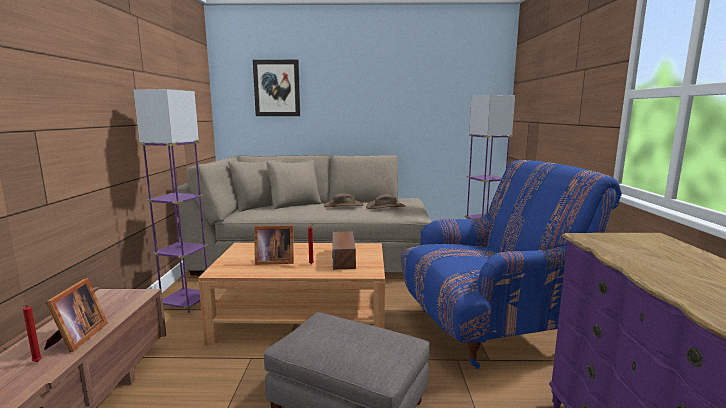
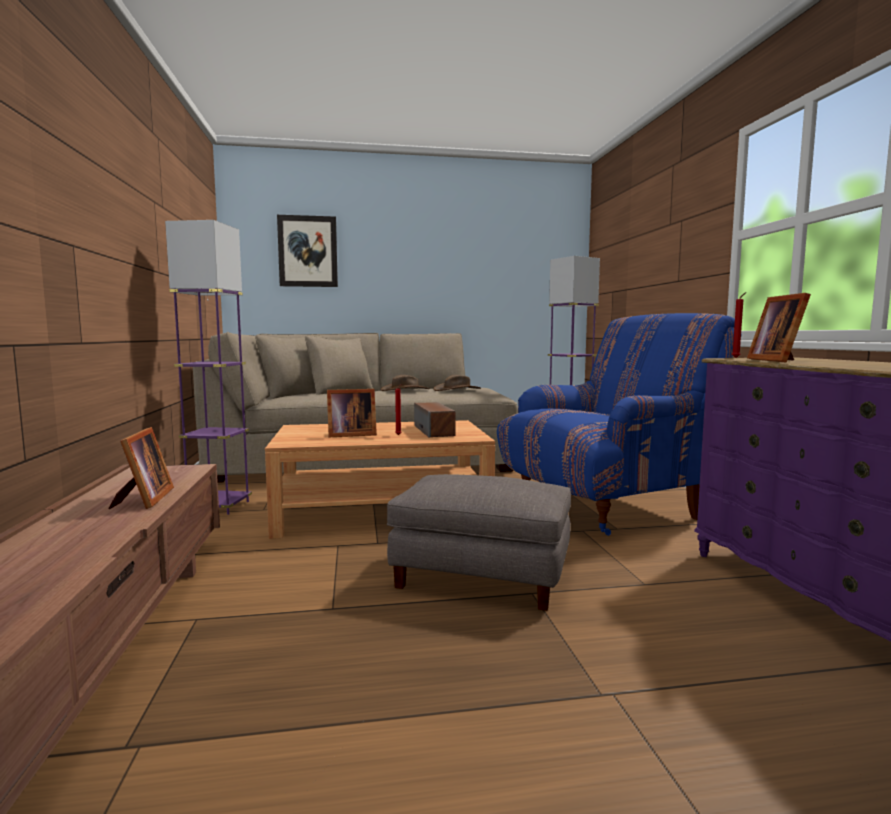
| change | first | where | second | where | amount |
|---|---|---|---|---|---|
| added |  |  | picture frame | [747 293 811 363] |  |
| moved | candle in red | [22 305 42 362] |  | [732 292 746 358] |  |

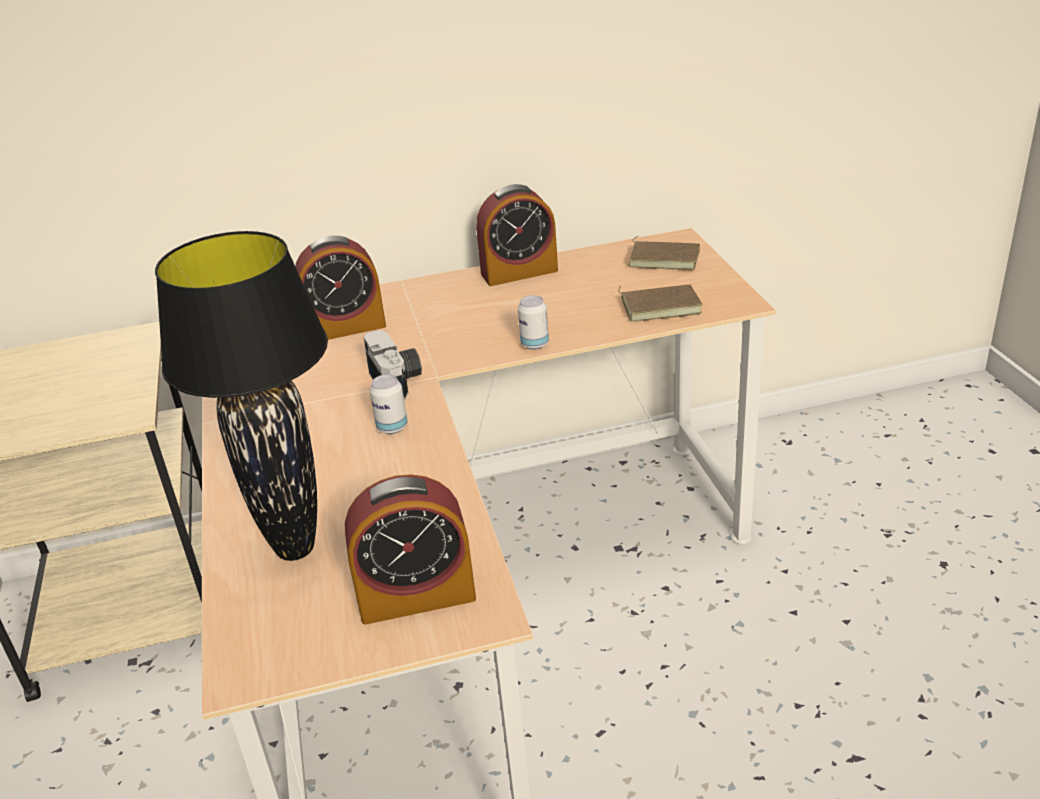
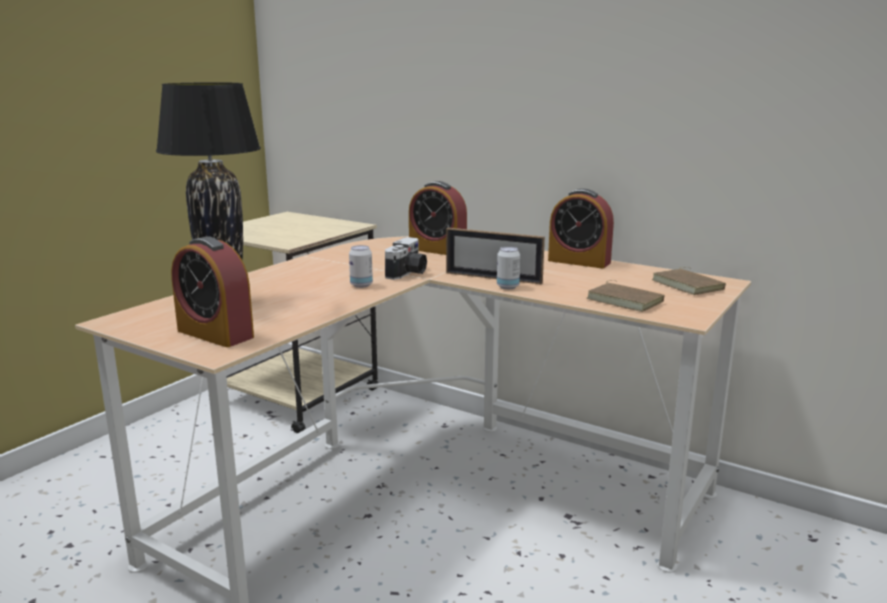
| change | first | where | second | where | amount |
|---|---|---|---|---|---|
| added |  |  | picture frame | [446 228 545 284] |  |

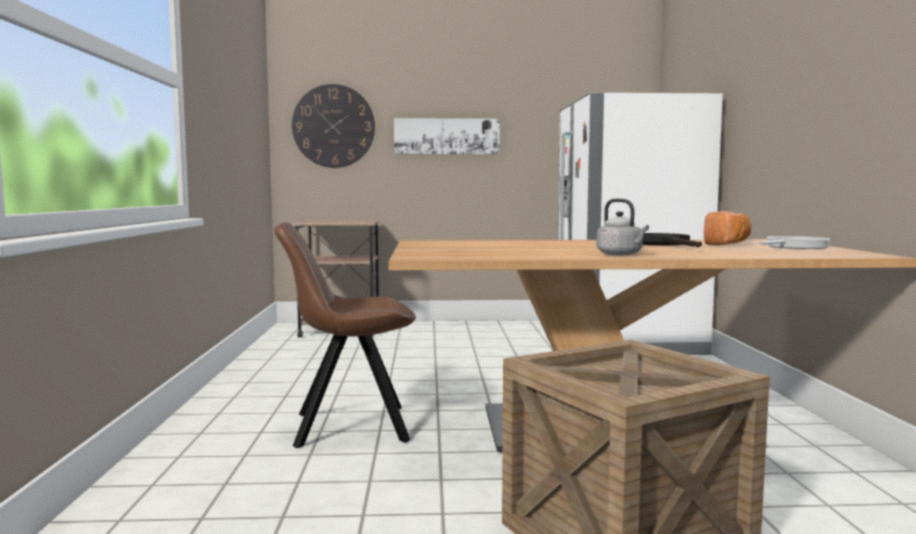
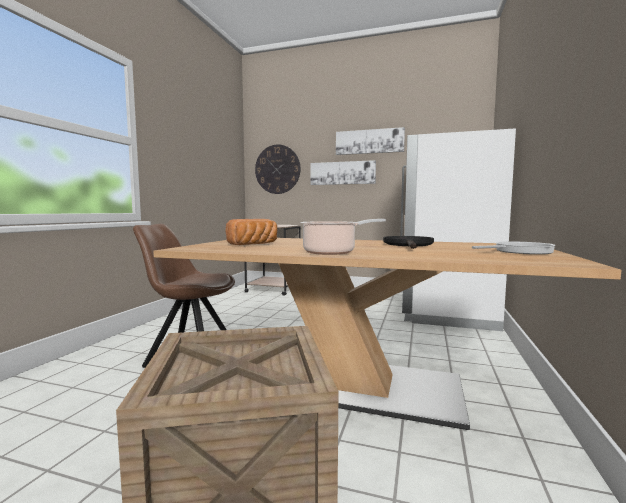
| change | first | where | second | where | amount |
|---|---|---|---|---|---|
| added |  |  | picture | [336 127 405 155] |  |
| moved | bread | [704 211 751 245] |  | [226 219 277 245] |  |
| replaced | kettle in grey | [596 199 649 255] | cooking pot | [301 219 386 255] |  |

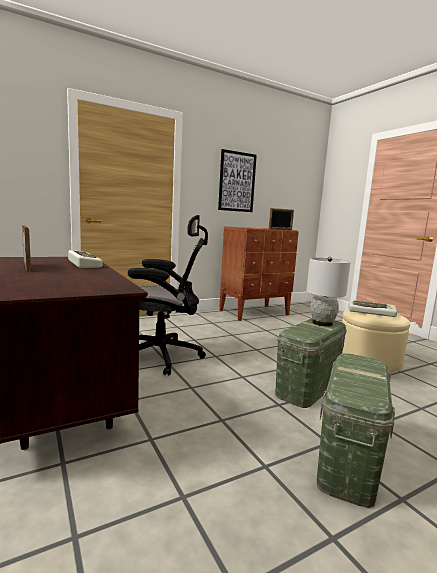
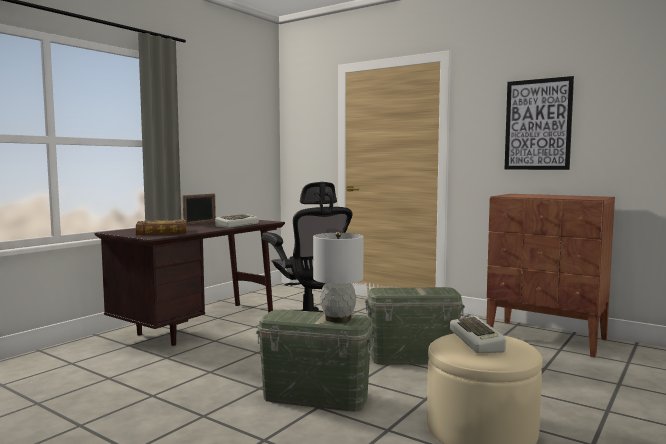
| change | first | where | second | where | amount |
|---|---|---|---|---|---|
| removed | picture frame | [269 208 294 230] |  |  |  |
| added |  |  | book | [136 220 186 235] |  |
| moved | storage box in green | [317 353 395 508] |  | [365 287 465 365] |  |

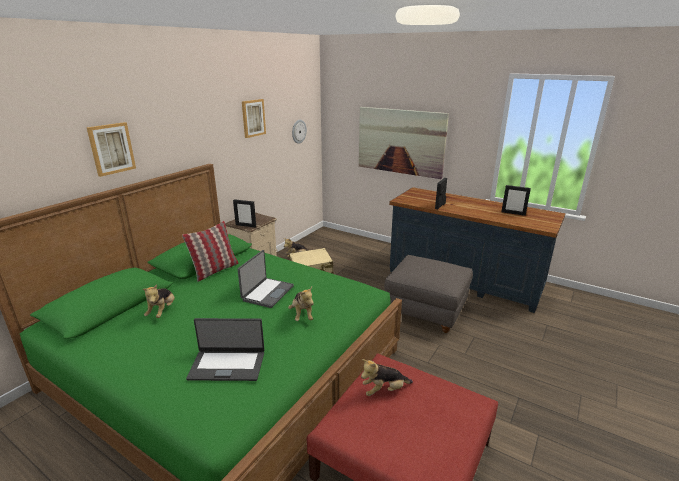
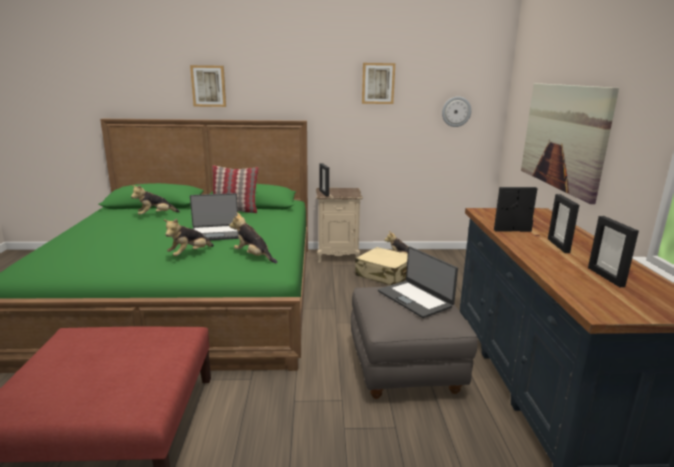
| change | first | where | second | where | amount |
|---|---|---|---|---|---|
| added |  |  | picture frame | [548 194 579 253] |  |
| moved | laptop | [186 318 264 381] |  | [378 246 458 318] |  |
| moved | plush toy | [361 359 413 396] |  | [229 212 277 263] |  |

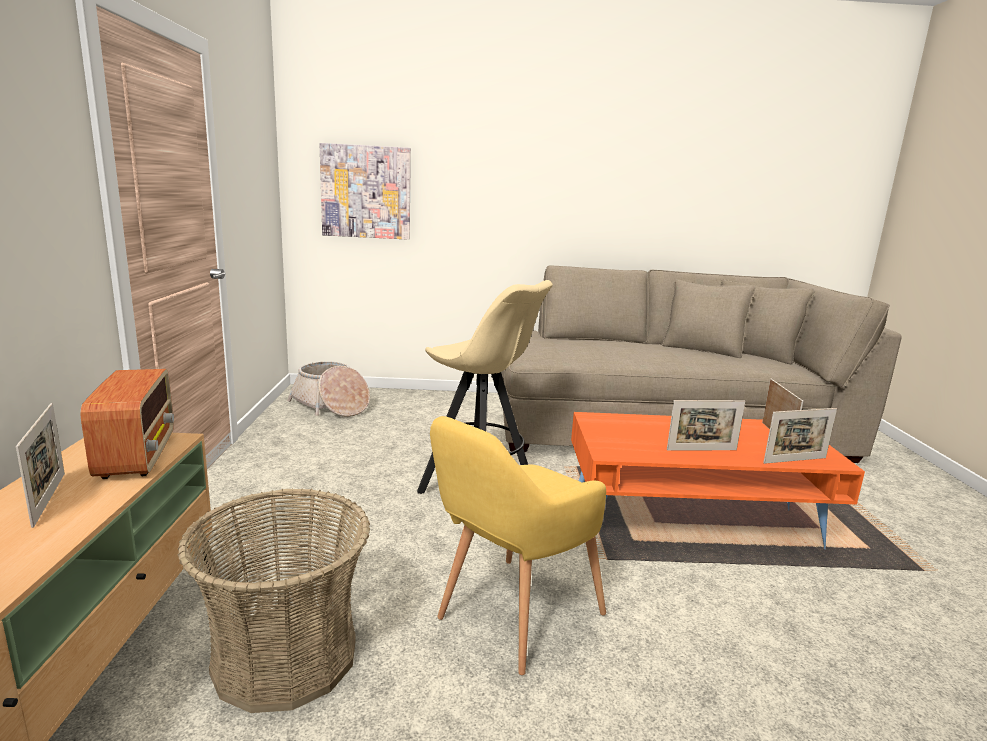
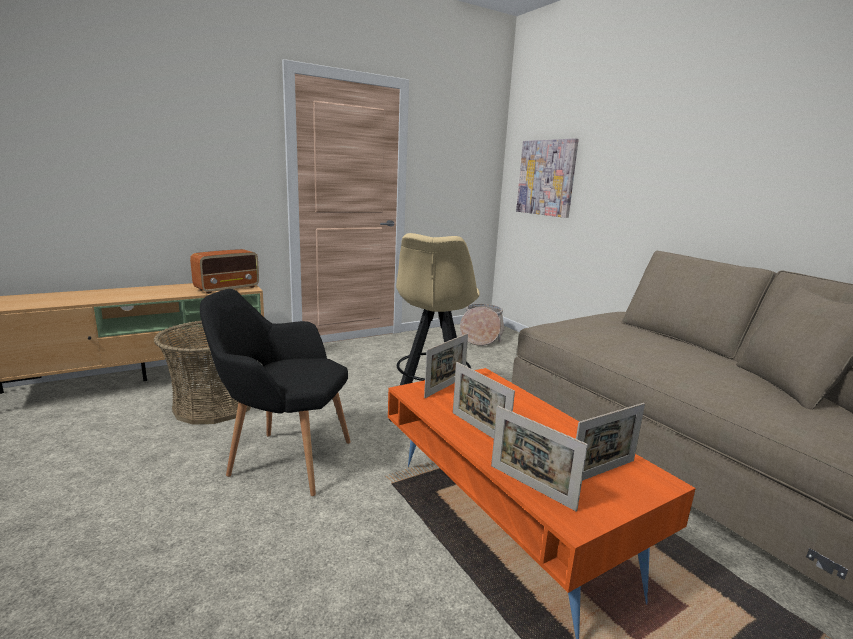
| change | first | where | second | where | amount |
|---|---|---|---|---|---|
| moved | picture frame | [16 403 65 528] |  | [424 333 468 398] |  |
| recoloured | armchair in yellow | [430 416 606 675] | armchair in black | [200 289 351 496] |  |

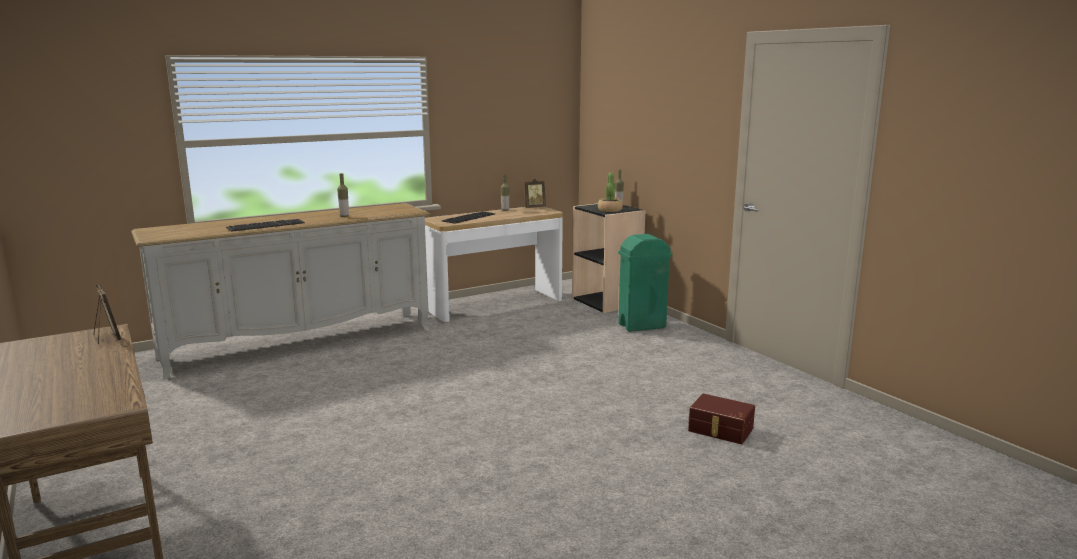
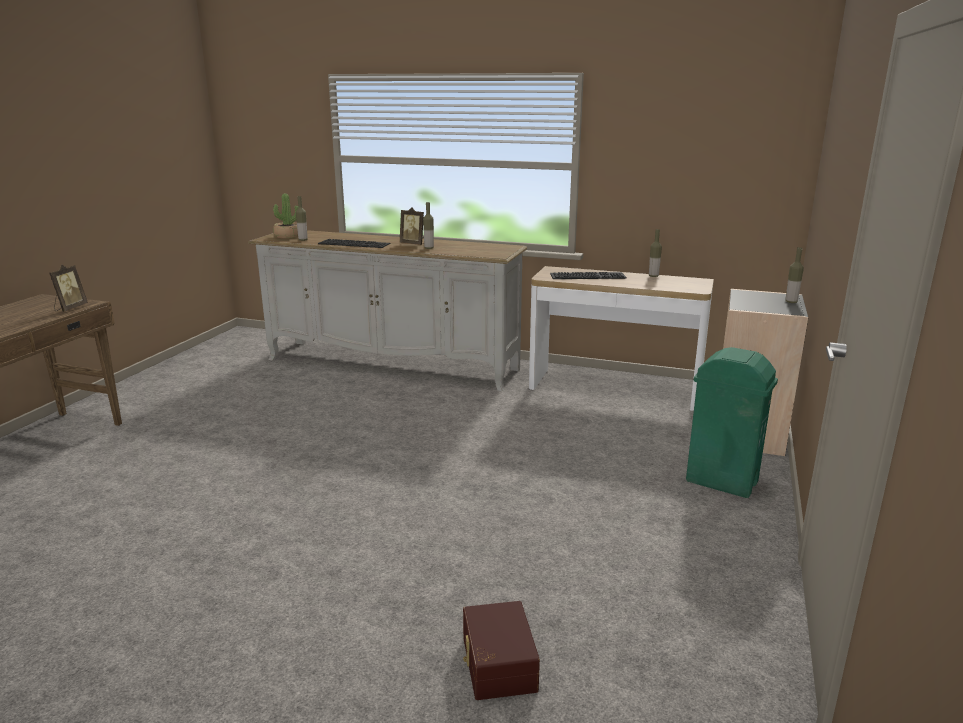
| change | first | where | second | where | amount |
|---|---|---|---|---|---|
| added |  |  | bottle | [296 196 308 241] |  |
| moved | picture frame | [525 179 546 208] |  | [400 207 424 245] |  |
| moved | potted plant | [598 173 623 212] |  | [273 193 298 239] |  |

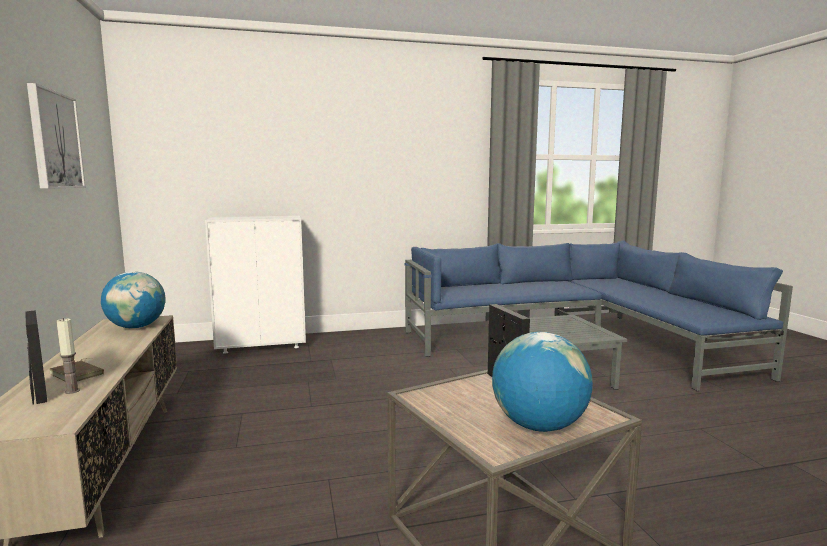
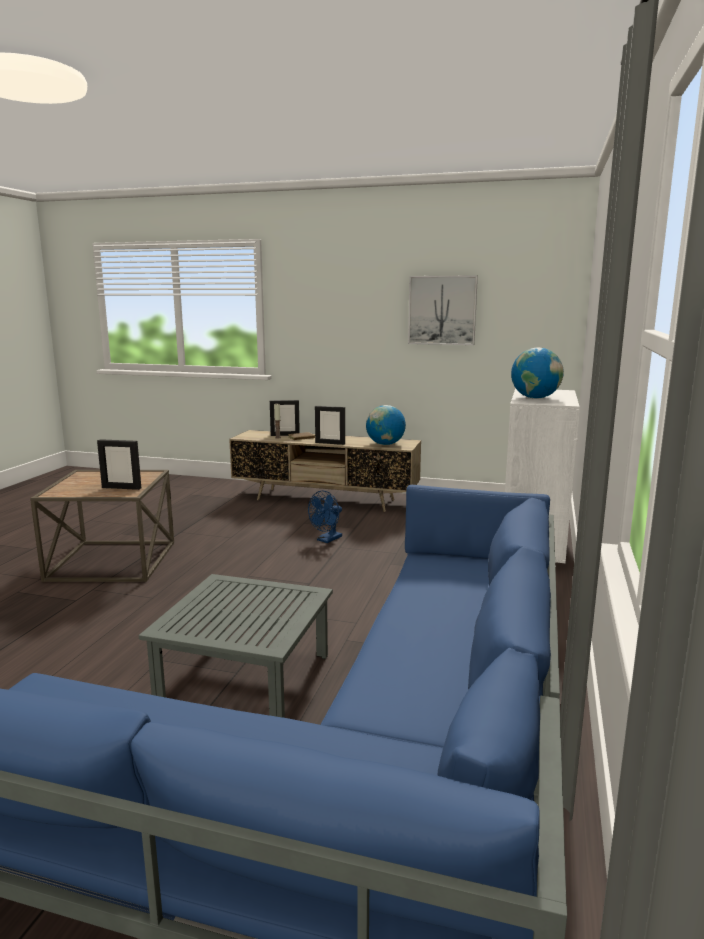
| change | first | where | second | where | amount |
|---|---|---|---|---|---|
| added |  |  | fan in blue | [308 491 342 543] |  |
| added |  |  | picture frame | [315 406 345 445] |  |
| moved | globe | [492 332 593 432] |  | [511 348 564 399] |  |

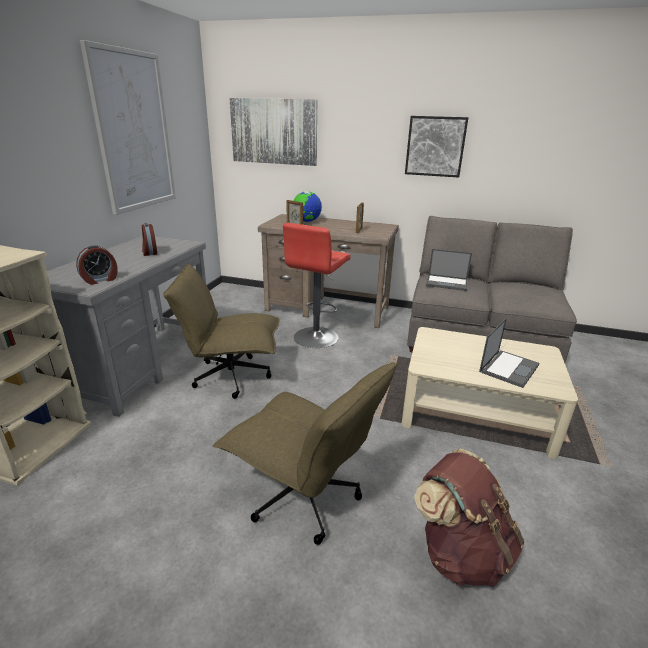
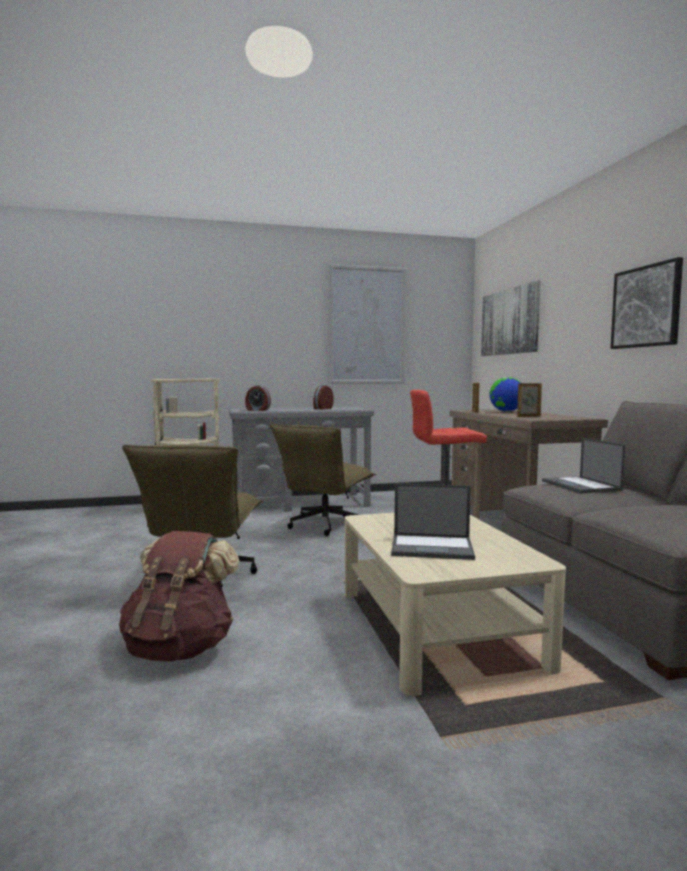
| change | first | where | second | where | amount |
|---|---|---|---|---|---|
| turned | office chair in beige | [163 263 279 399] |  | [270 424 376 536] | 120 degrees counterclockwise |

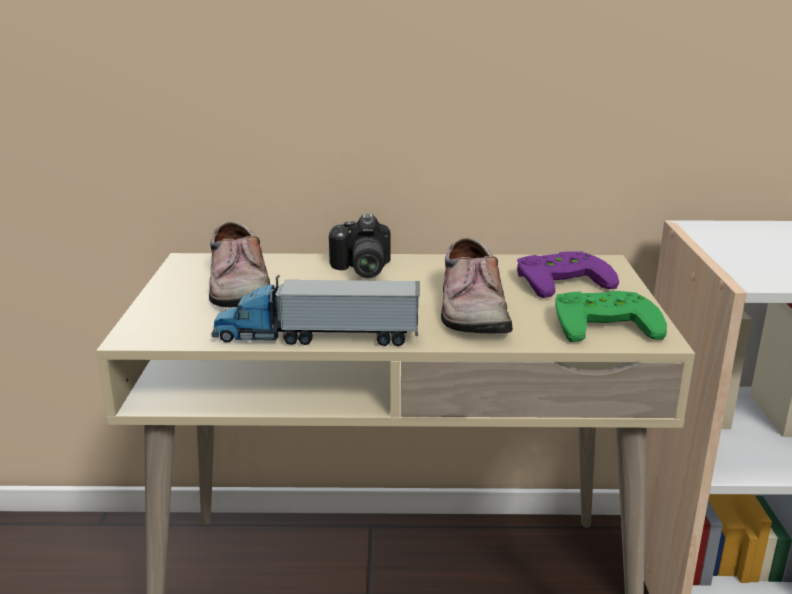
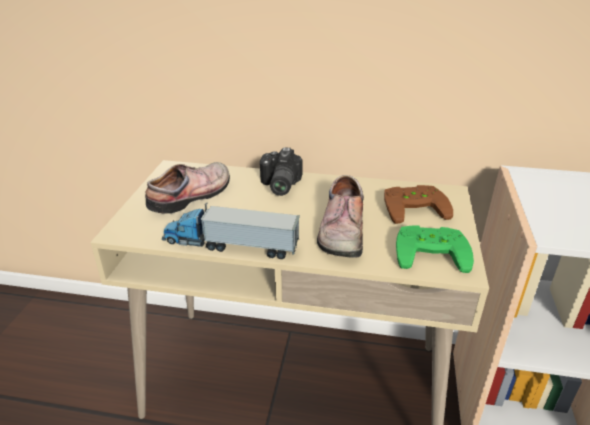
| change | first | where | second | where | amount |
|---|---|---|---|---|---|
| recoloured | game controller in purple | [517 252 619 298] | game controller in brown | [384 185 453 224] |  |
| turned | shoe | [209 221 270 307] |  | [145 162 230 214] | 135 degrees counterclockwise |

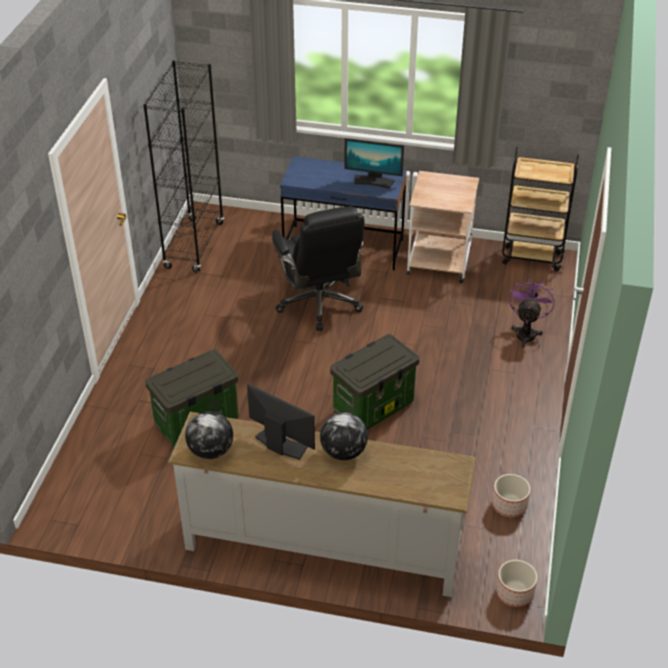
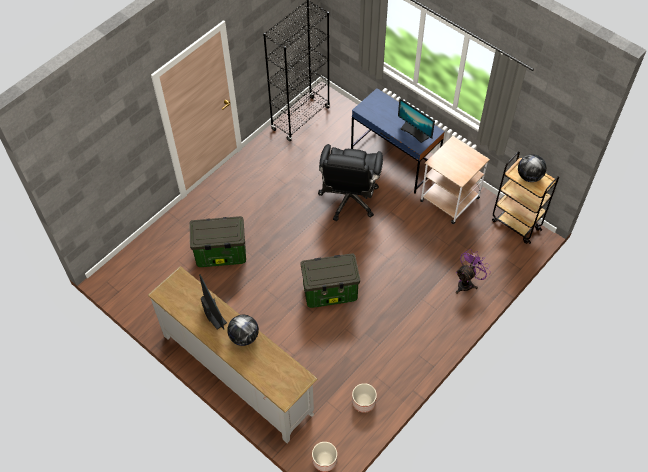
| change | first | where | second | where | amount |
|---|---|---|---|---|---|
| moved | globe | [185 411 233 459] |  | [518 154 546 182] |  |

